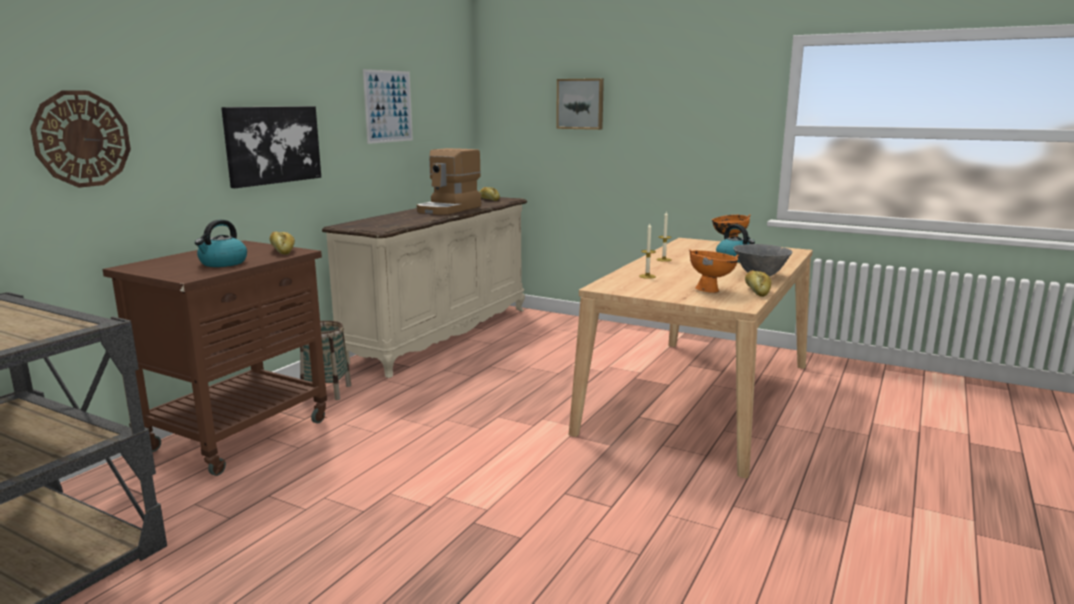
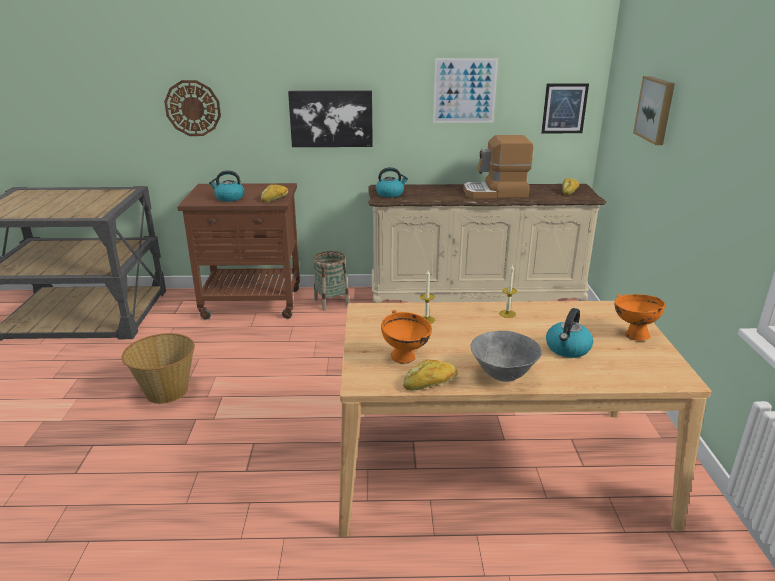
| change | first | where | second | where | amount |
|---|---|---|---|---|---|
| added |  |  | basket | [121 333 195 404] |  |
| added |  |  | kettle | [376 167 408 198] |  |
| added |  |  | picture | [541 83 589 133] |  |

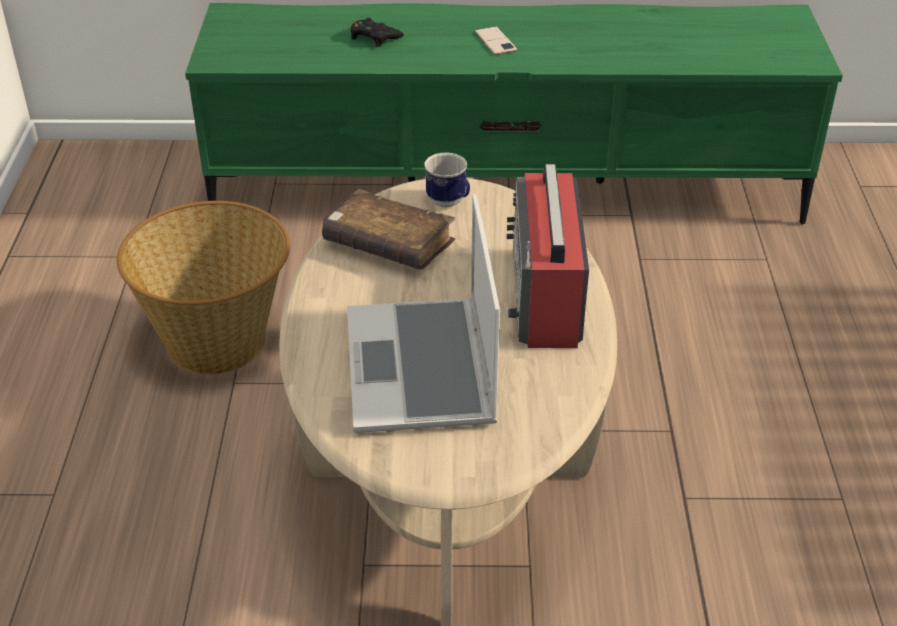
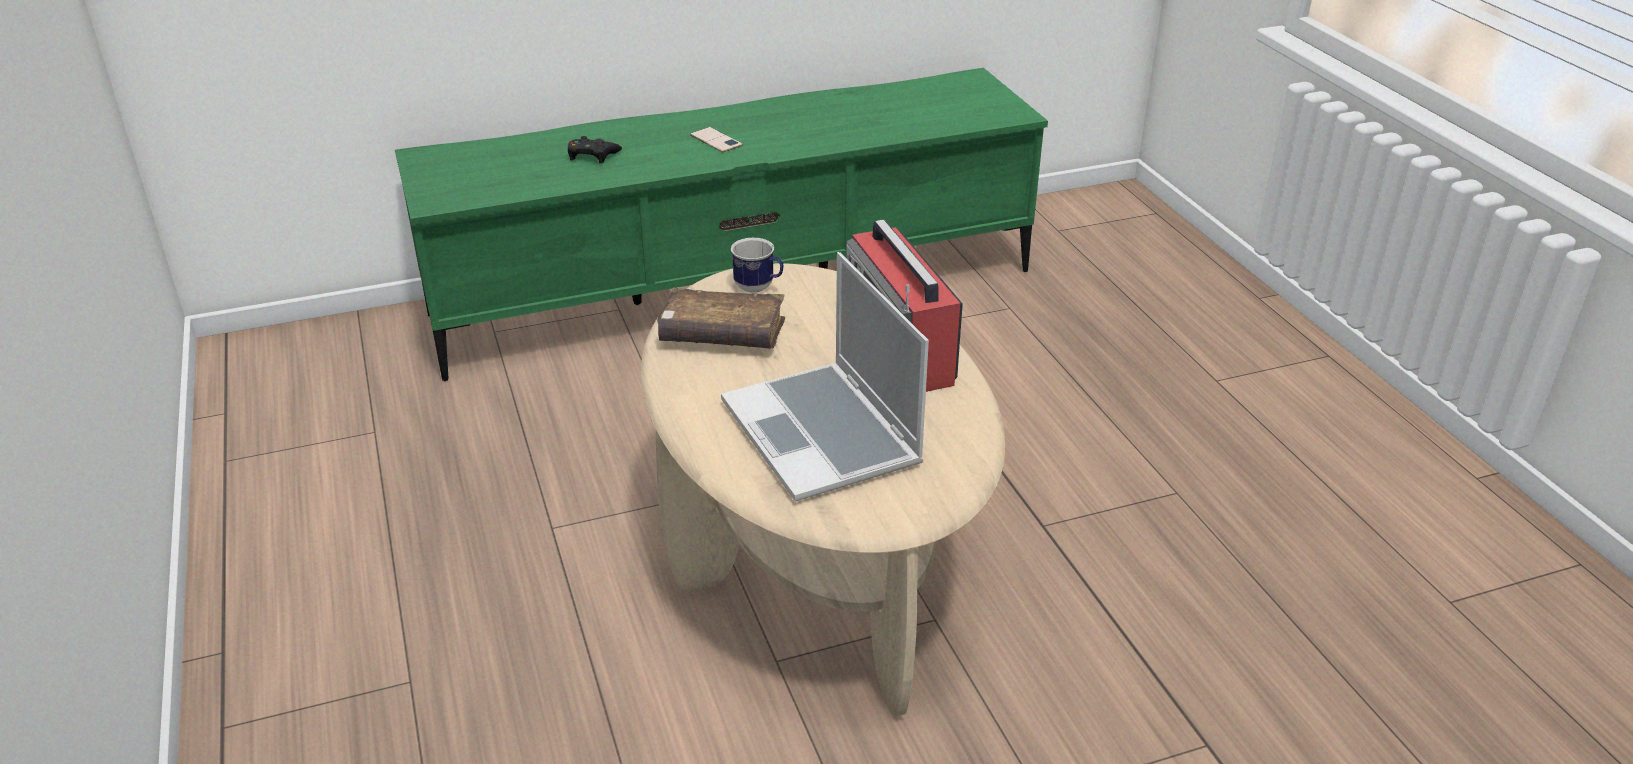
| change | first | where | second | where | amount |
|---|---|---|---|---|---|
| removed | basket | [117 201 290 374] |  |  |  |

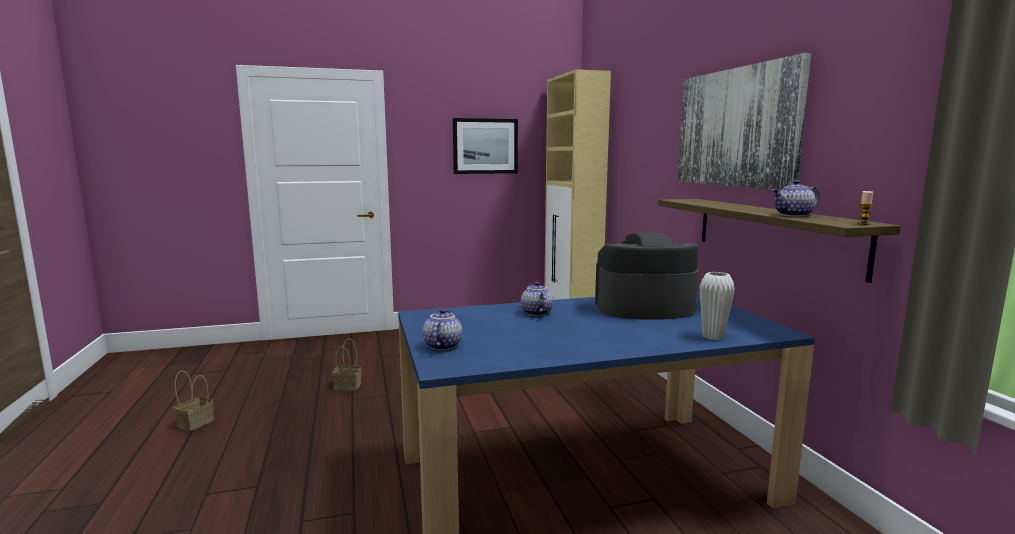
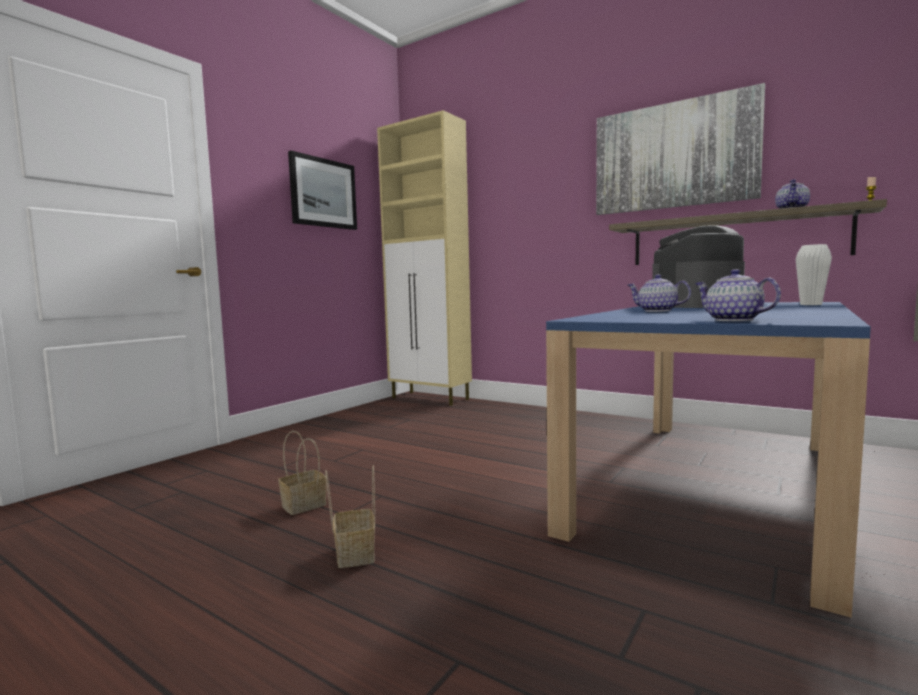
| change | first | where | second | where | amount |
|---|---|---|---|---|---|
| moved | basket | [173 371 214 431] |  | [325 465 375 568] |  |

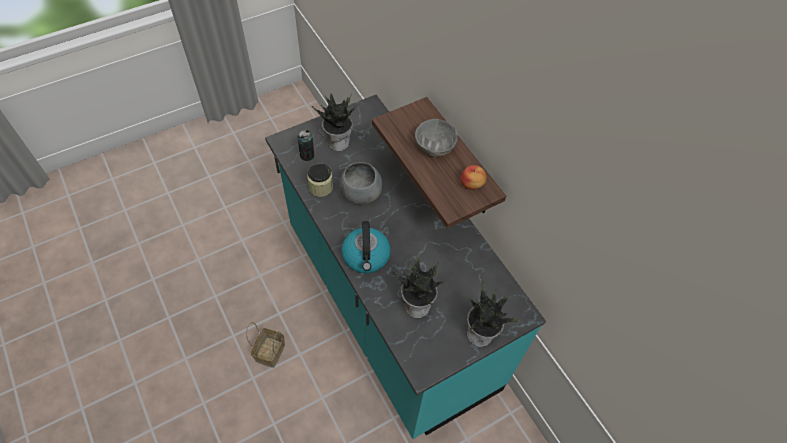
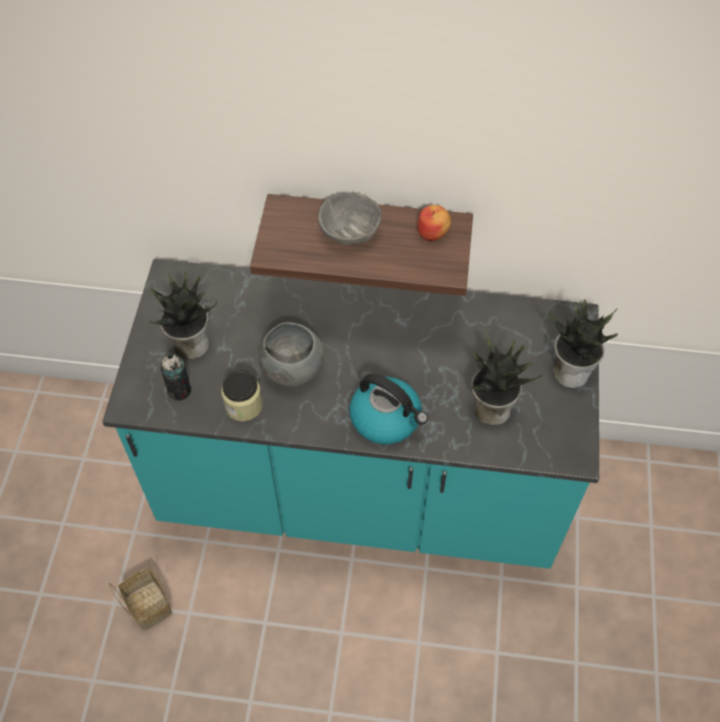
| change | first | where | second | where | amount |
|---|---|---|---|---|---|
| moved | basket | [246 322 285 368] |  | [109 560 172 631] |  |

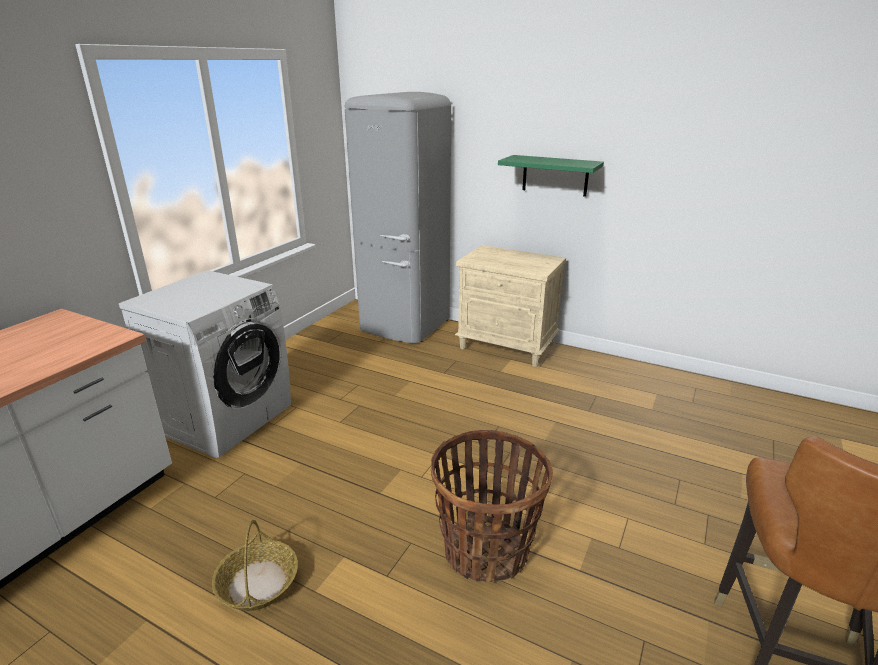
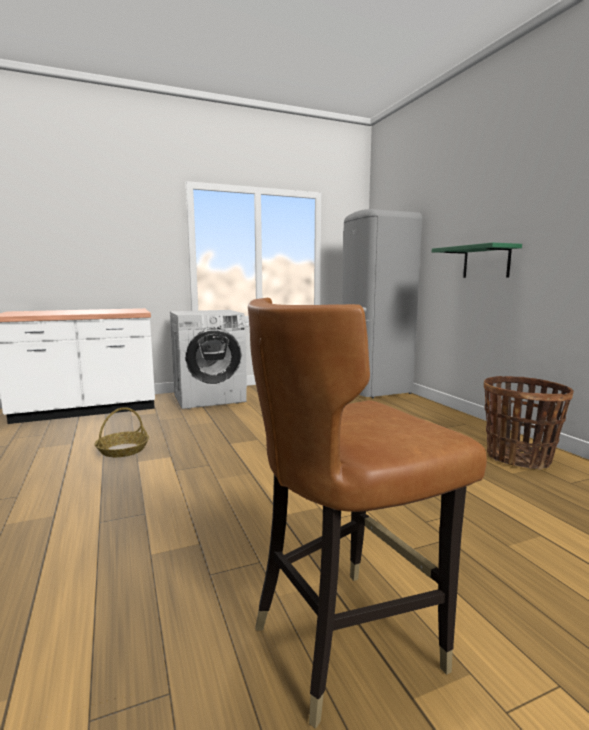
| change | first | where | second | where | amount |
|---|---|---|---|---|---|
| removed | nightstand in beige | [455 245 566 367] |  |  |  |
| moved | basket | [431 430 553 583] |  | [484 376 574 469] |  |

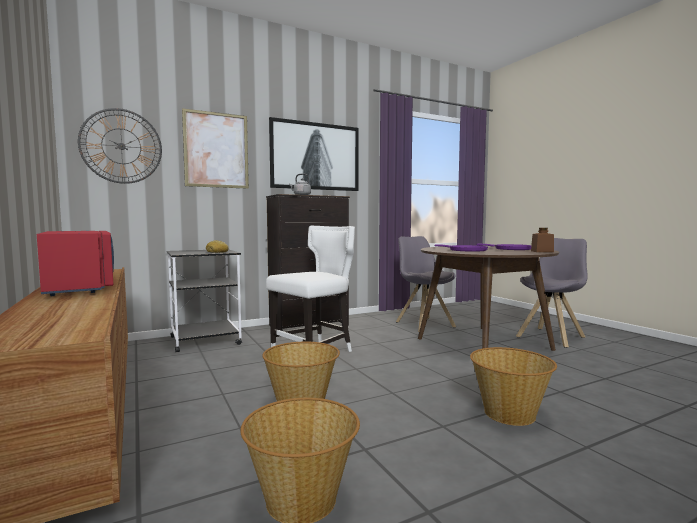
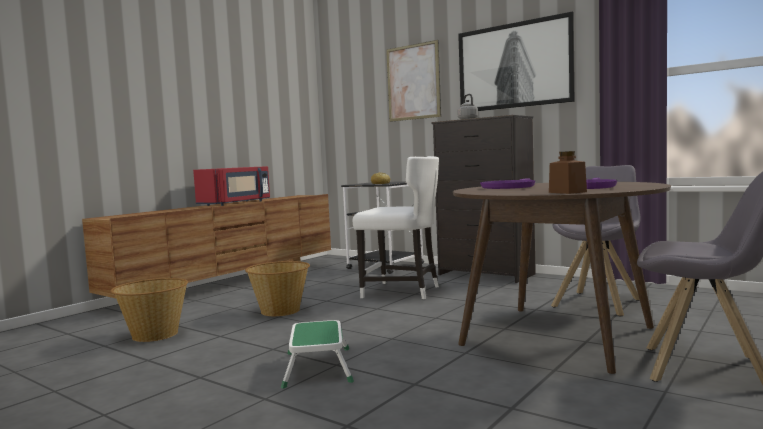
| change | first | where | second | where | amount |
|---|---|---|---|---|---|
| removed | wall clock | [78 108 162 184] |  |  |  |
| replaced | basket | [470 347 557 426] | step ladder in green | [281 320 354 388] |  |

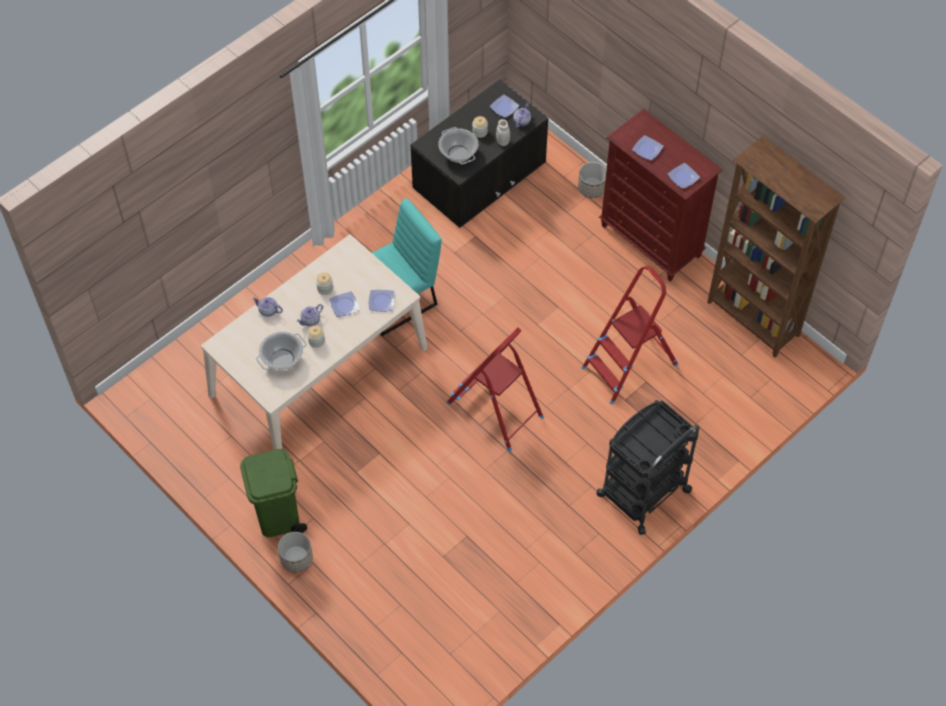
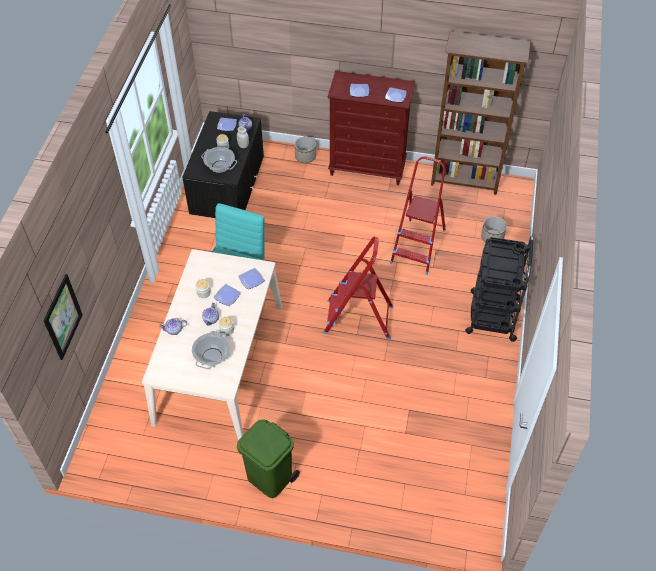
| change | first | where | second | where | amount |
|---|---|---|---|---|---|
| added |  |  | picture | [43 274 83 360] |  |
| moved | planter | [278 532 313 572] |  | [481 216 507 243] |  |

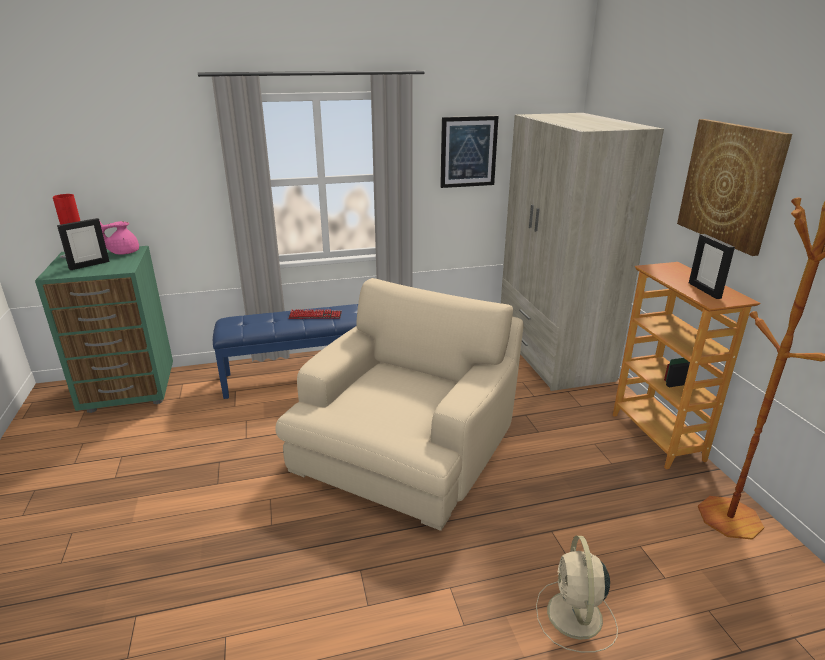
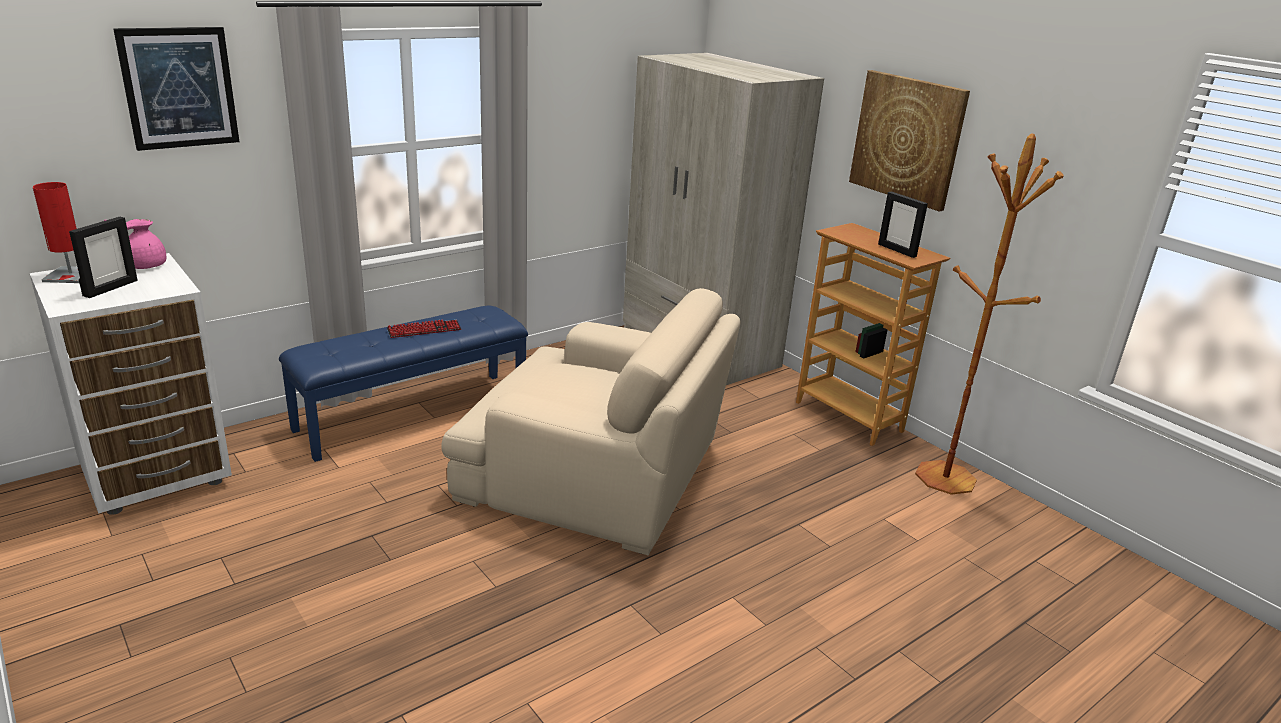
| change | first | where | second | where | amount |
|---|---|---|---|---|---|
| removed | fan in beige | [536 536 618 653] |  |  |  |
| moved | picture | [440 116 499 188] |  | [113 27 239 151] |  |
| recoloured | dresser in green | [35 246 173 413] | dresser in white | [30 253 232 515] |  |
| turned | armchair in beige | [275 278 523 531] |  | [441 288 741 555] | 105 degrees clockwise |

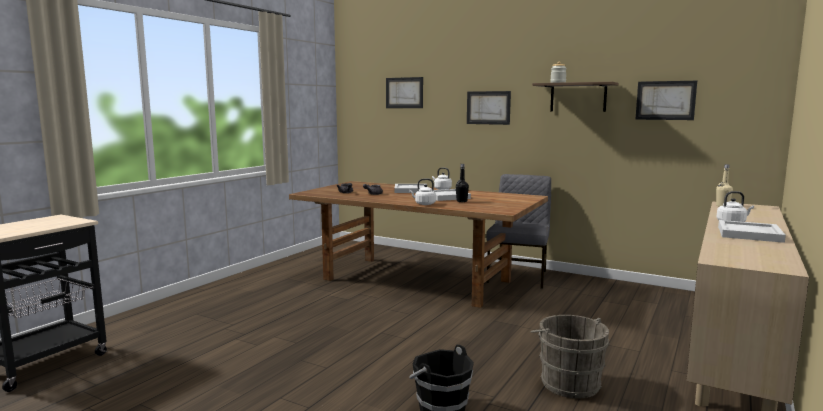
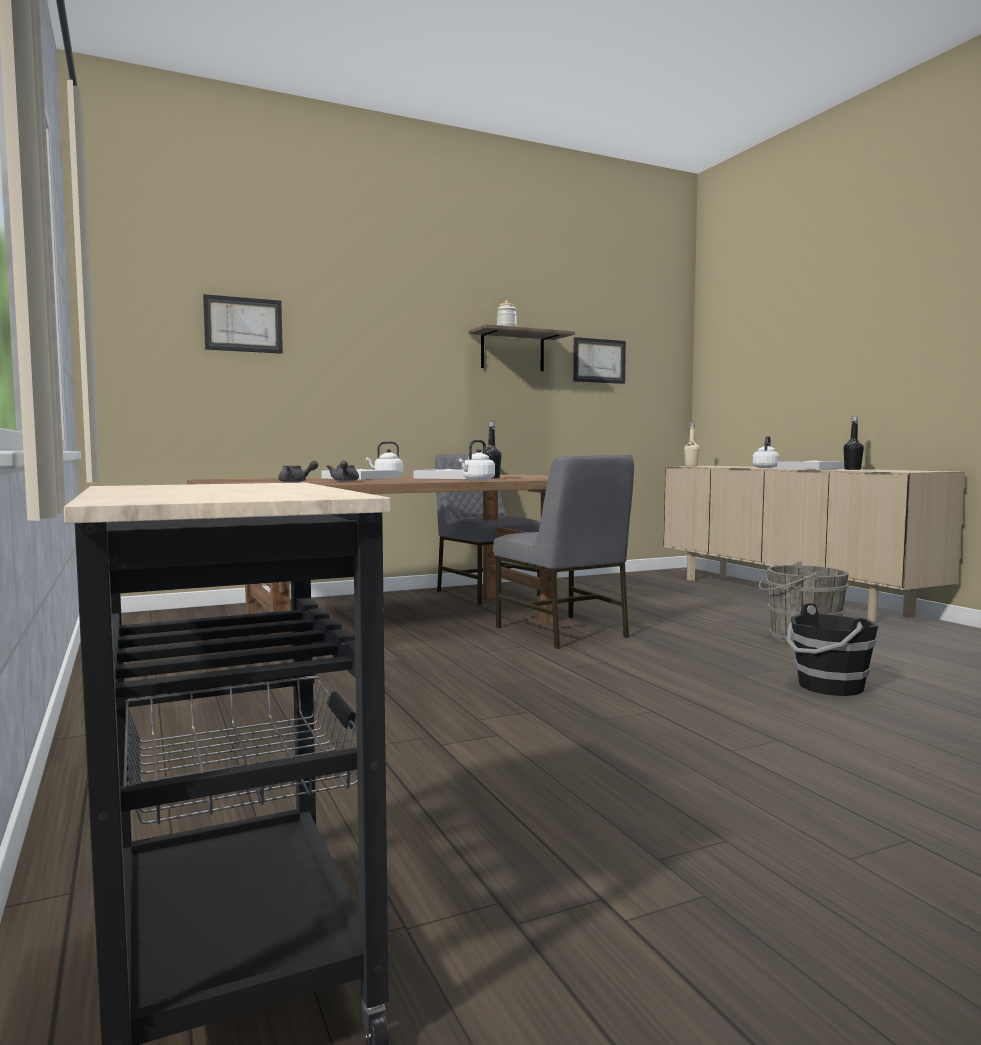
| change | first | where | second | where | amount |
|---|---|---|---|---|---|
| removed | picture | [467 91 511 125] |  |  |  |
| added |  |  | chair in grey | [493 455 634 649] |  |
| added |  |  | bottle in black | [844 416 864 470] |  |

